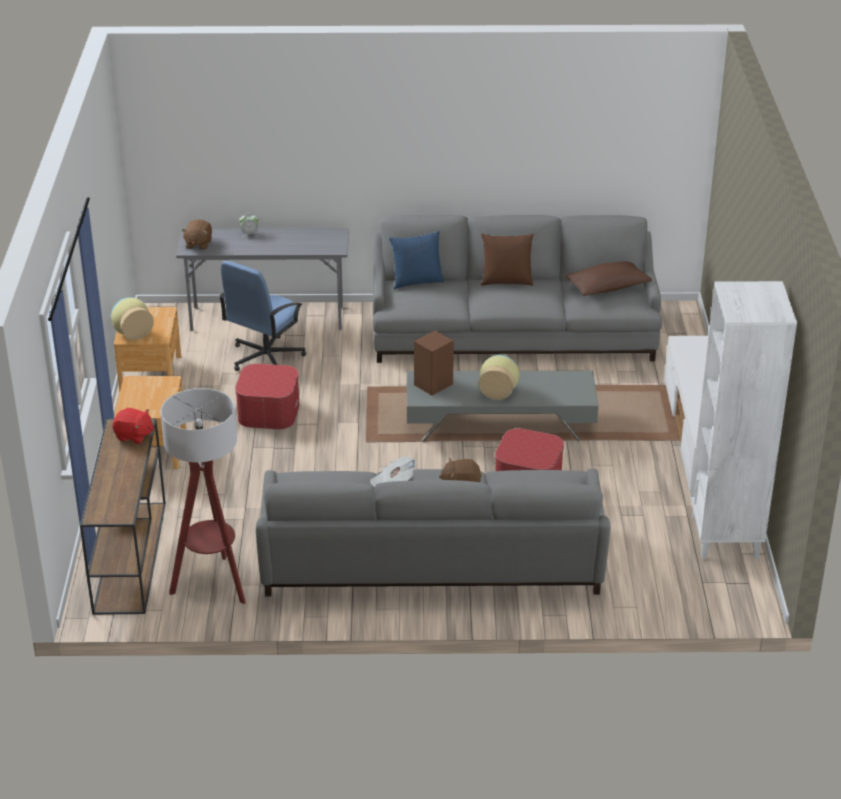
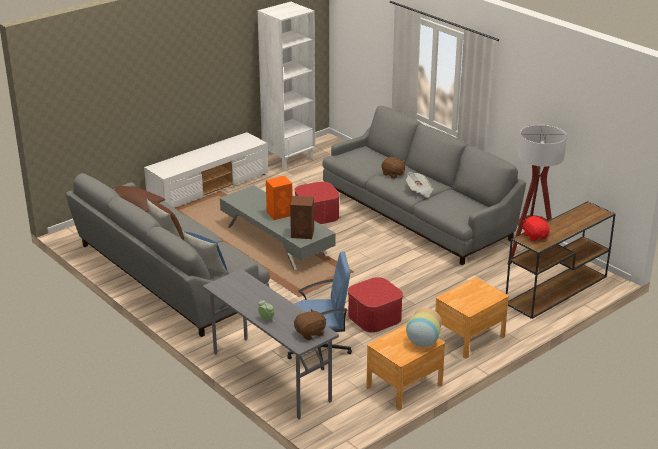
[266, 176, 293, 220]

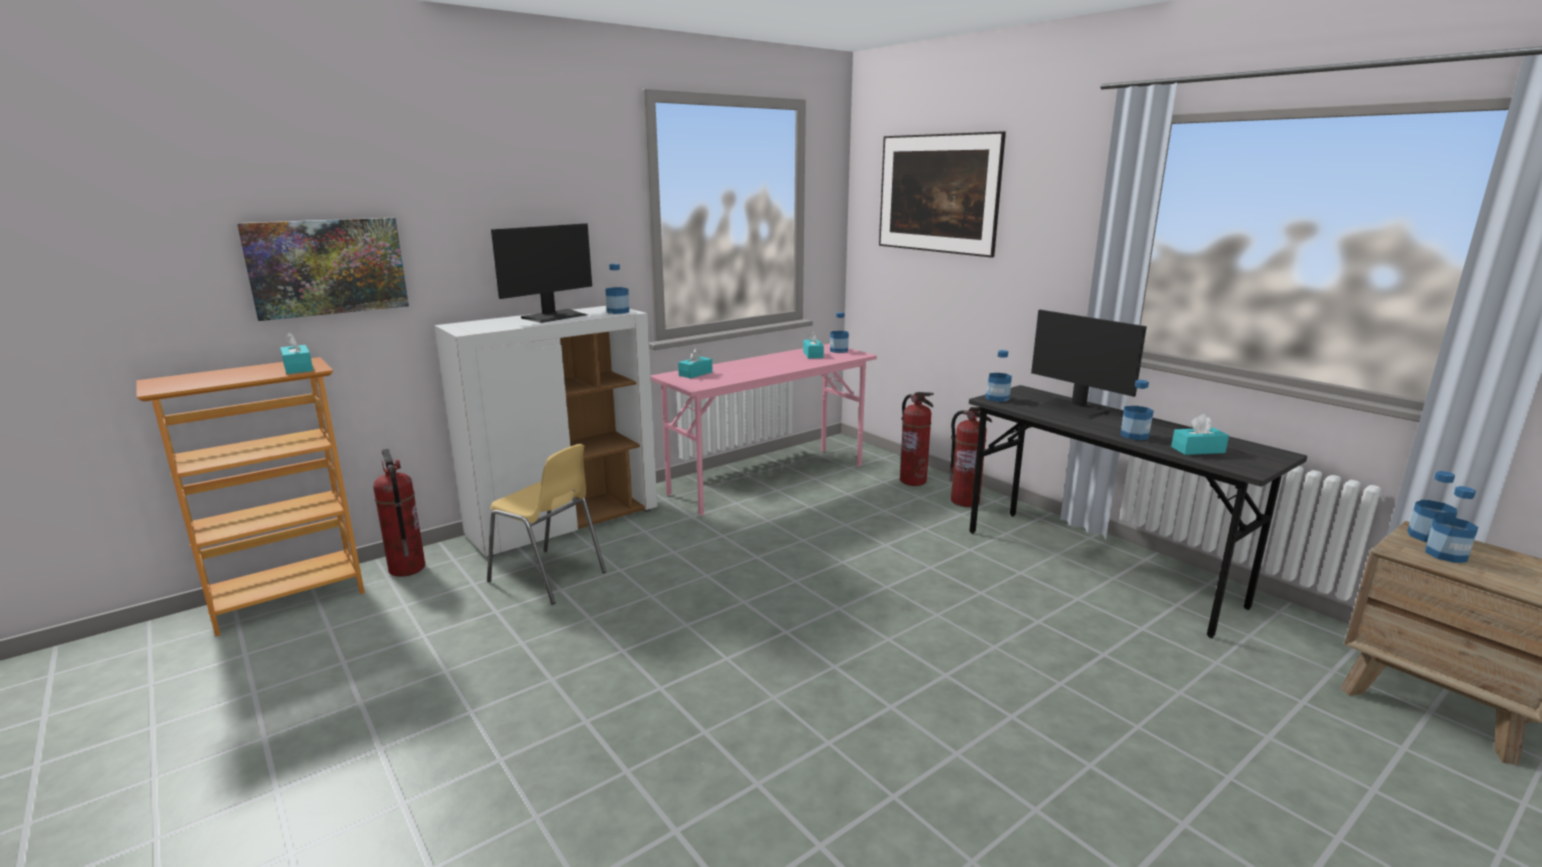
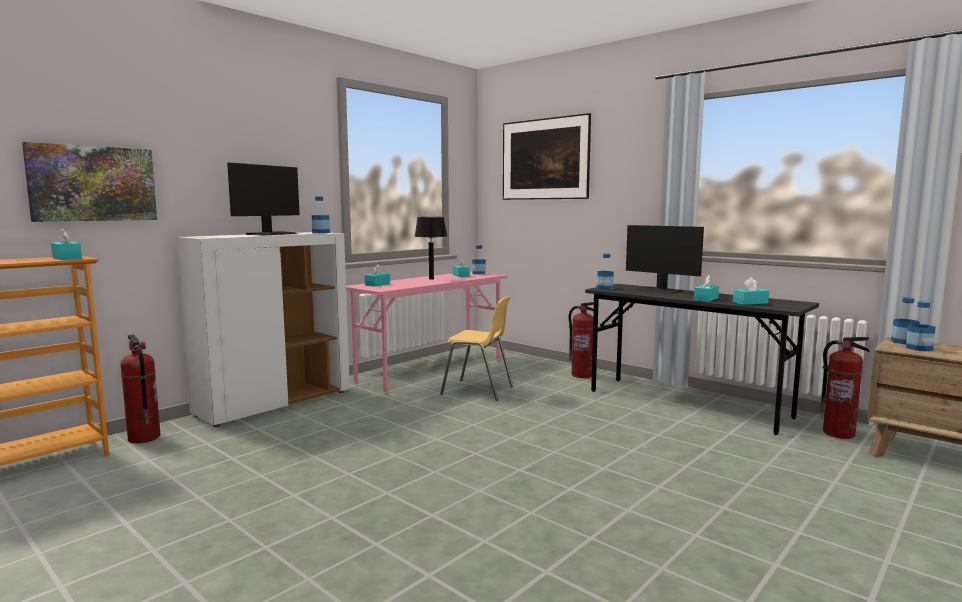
[694, 275, 719, 302]
[820, 337, 870, 439]
[440, 297, 513, 401]
[415, 217, 447, 280]

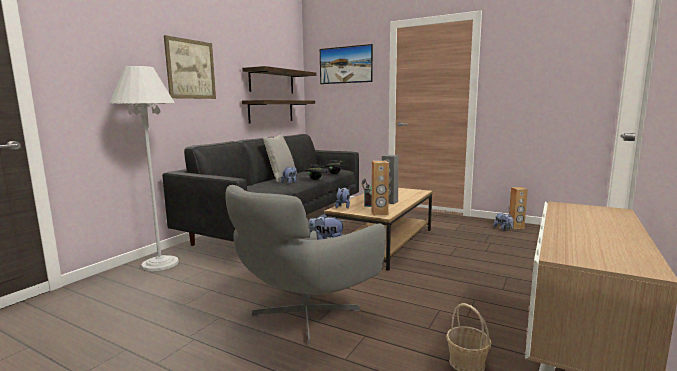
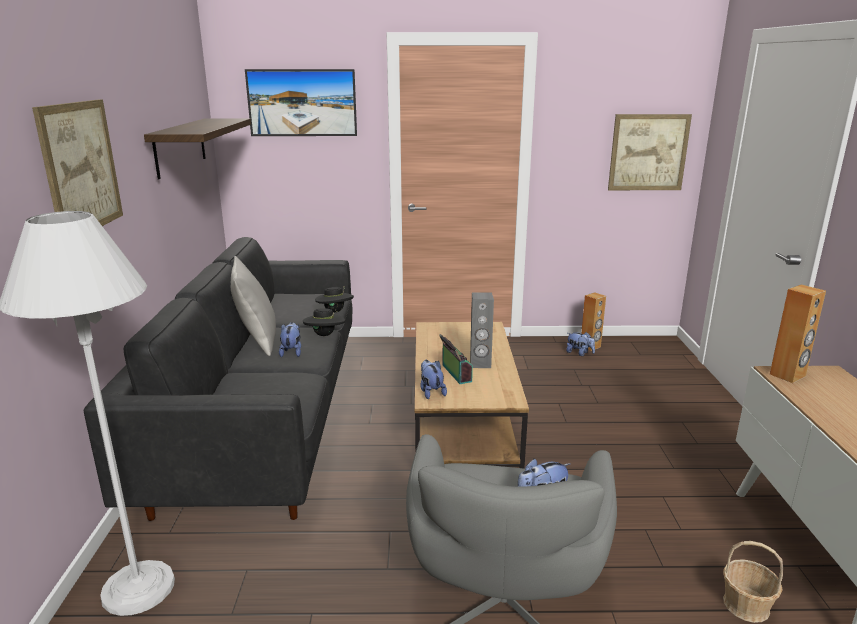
[242, 100, 315, 123] (first image)
[770, 285, 826, 383]
[608, 114, 692, 190]

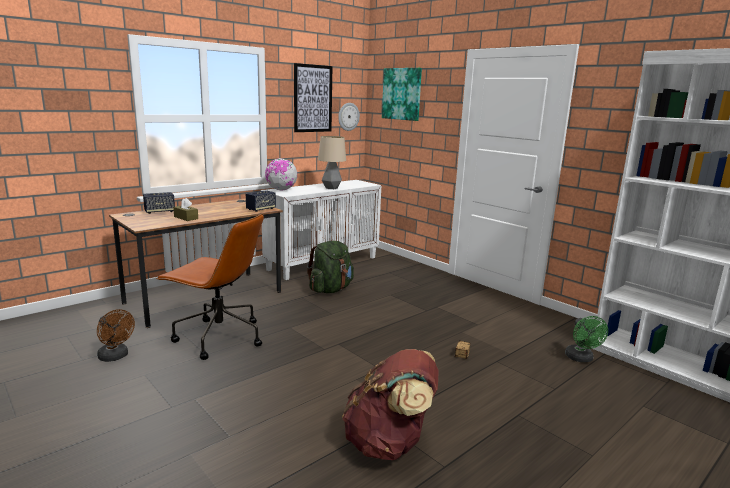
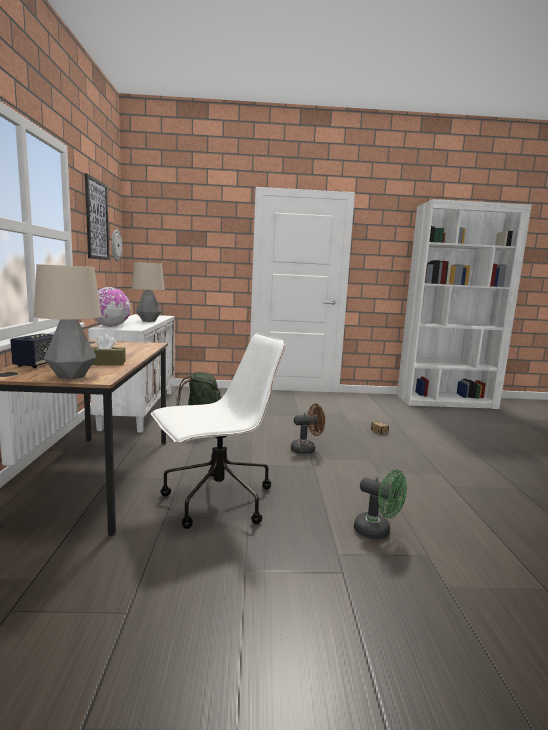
[382, 68, 422, 121] (first image)
[246, 190, 276, 212] (first image)
[151, 333, 286, 529]
[291, 404, 325, 454]
[354, 470, 407, 539]
[342, 349, 438, 460] (first image)
[34, 264, 102, 379]

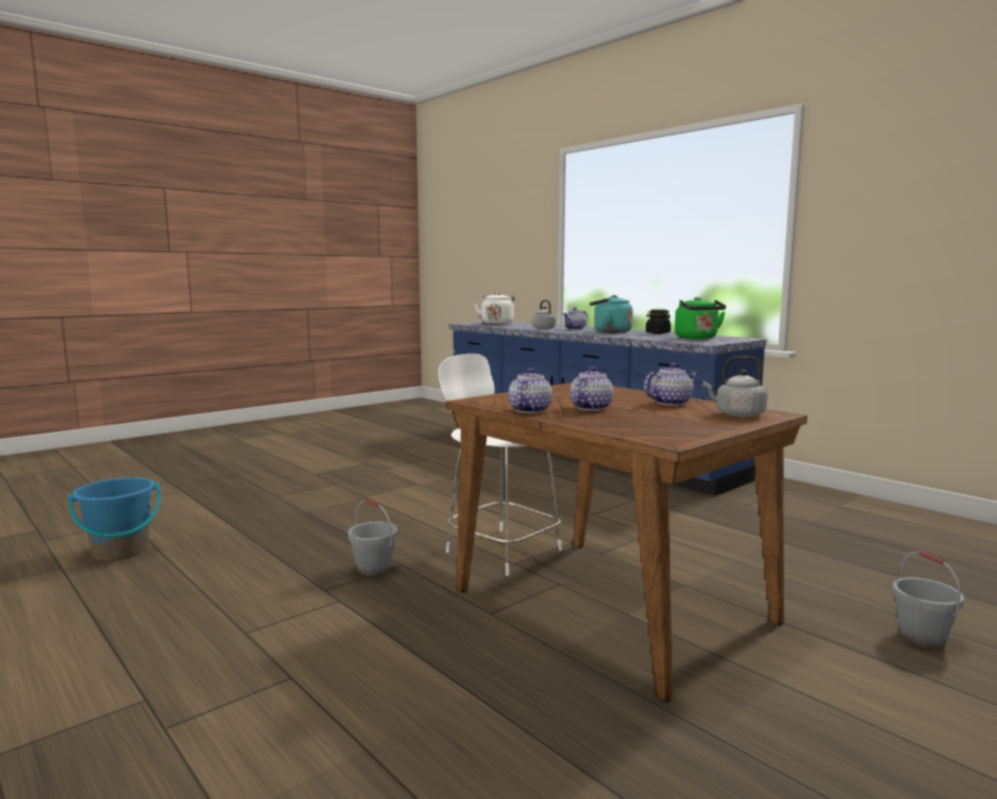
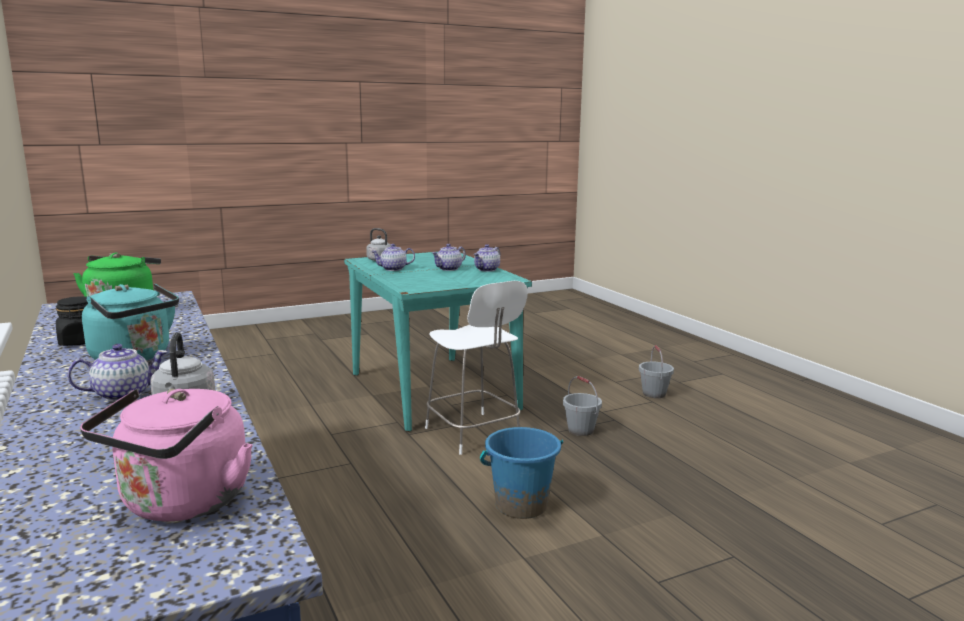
[80, 388, 253, 522]
[344, 252, 532, 432]
[480, 427, 563, 519]
[639, 345, 674, 398]

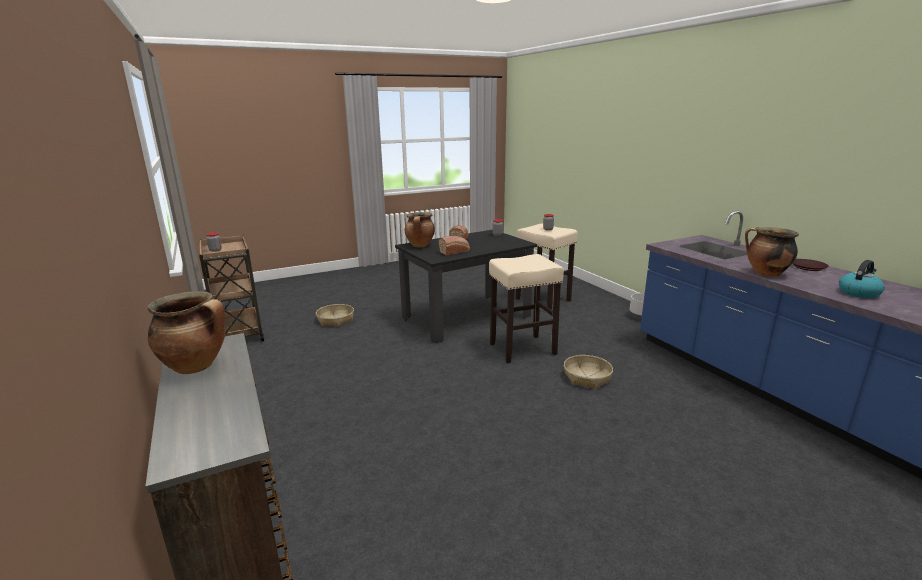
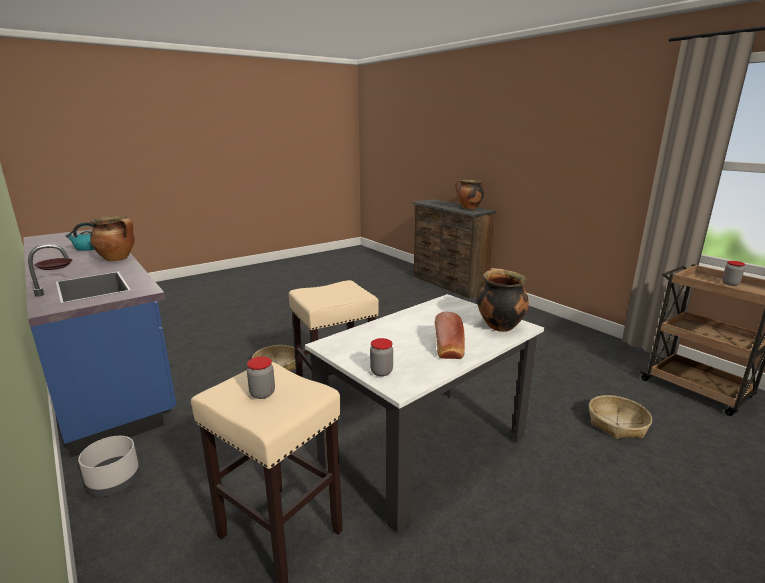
[305, 294, 544, 533]
[439, 236, 470, 255] (first image)

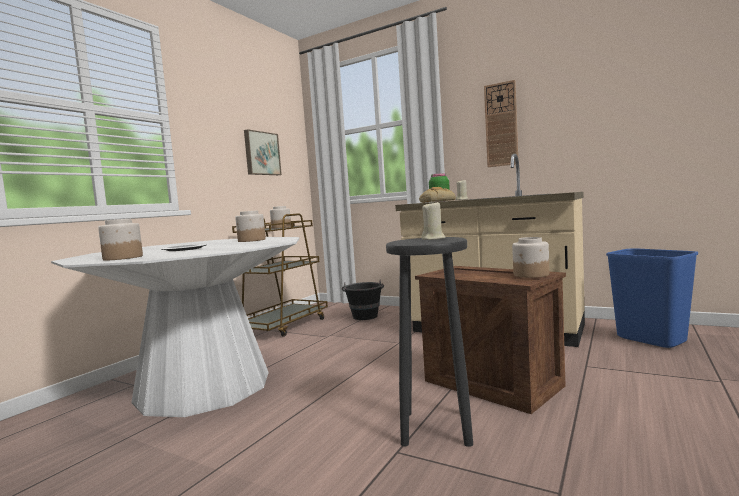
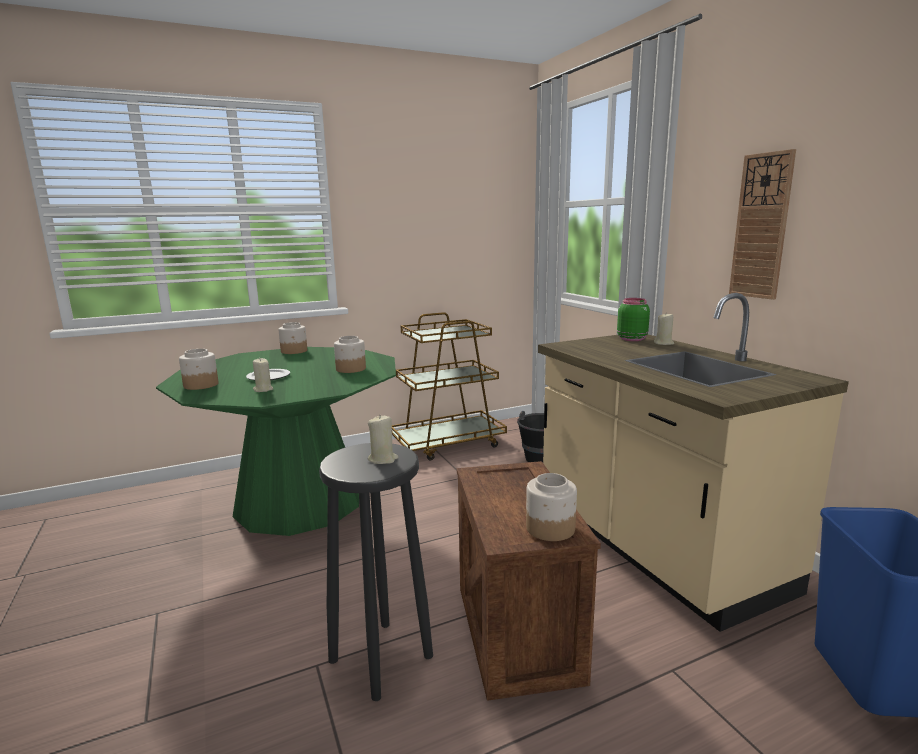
[244, 129, 282, 175] (first image)
[419, 187, 456, 203] (first image)
[278, 322, 307, 354]
[156, 347, 396, 536]
[253, 358, 273, 392]

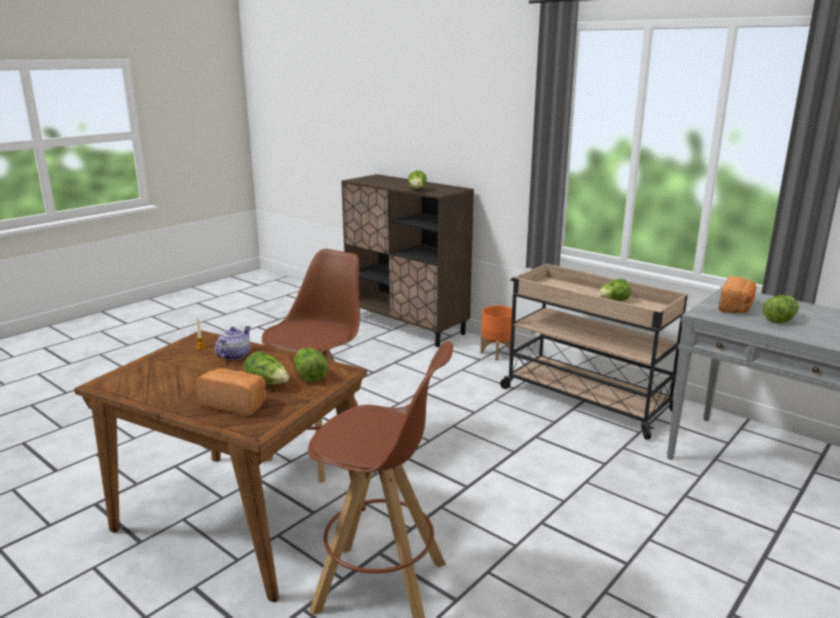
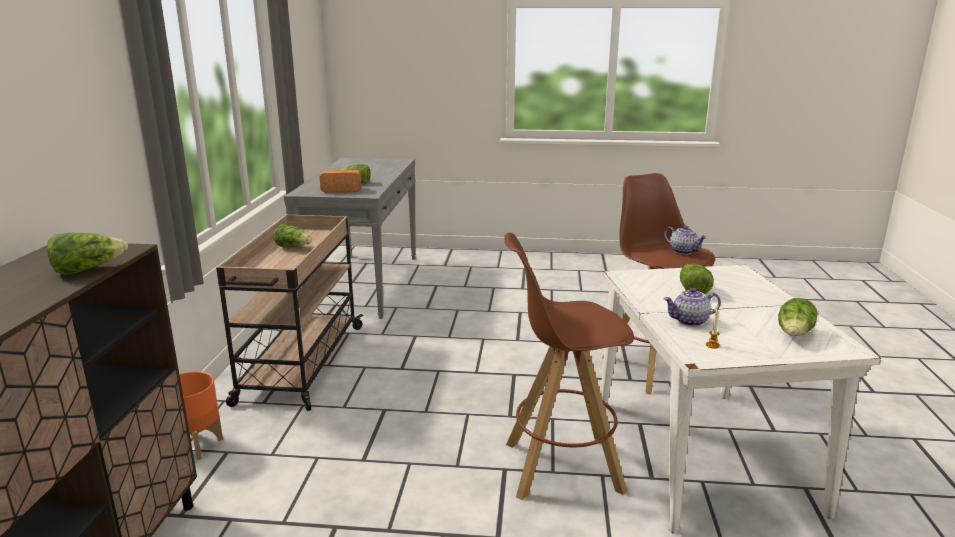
[601, 265, 881, 534]
[778, 298, 818, 336]
[195, 368, 267, 416] (first image)
[664, 226, 707, 255]

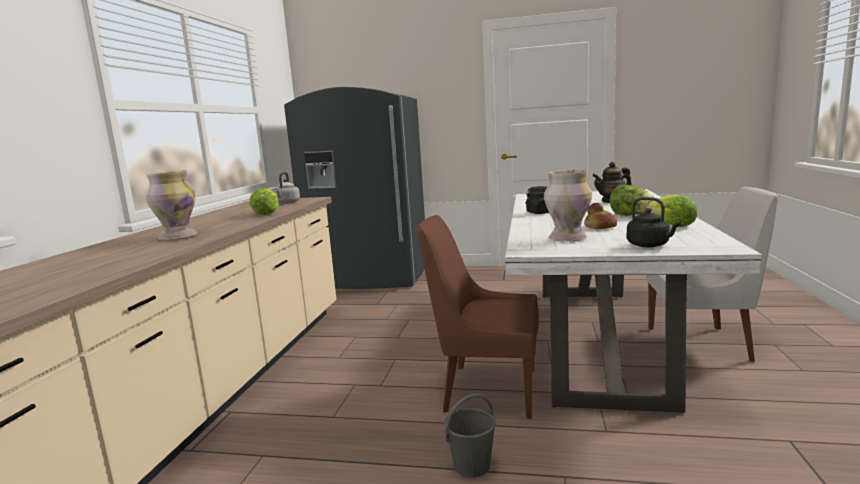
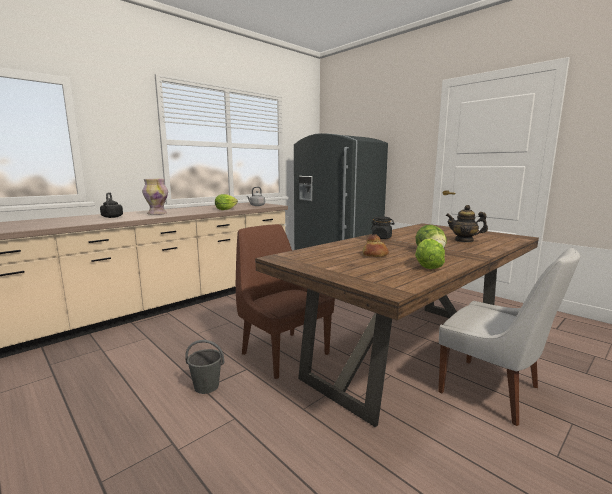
[544, 170, 592, 242] (first image)
[255, 223, 539, 427]
[100, 192, 123, 218]

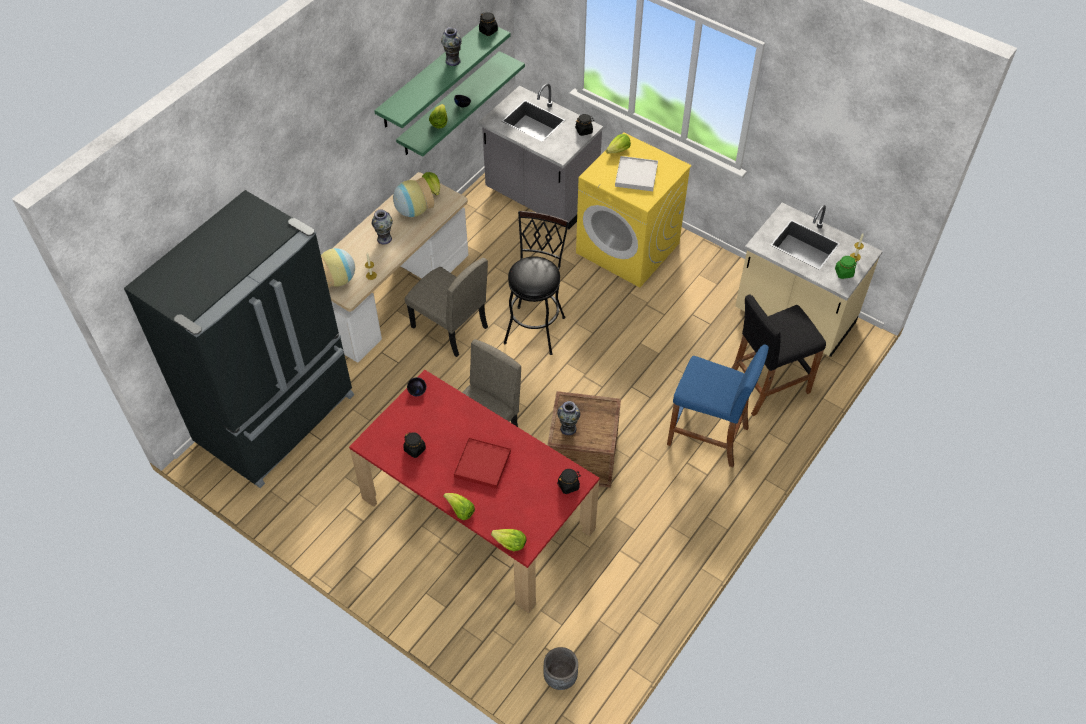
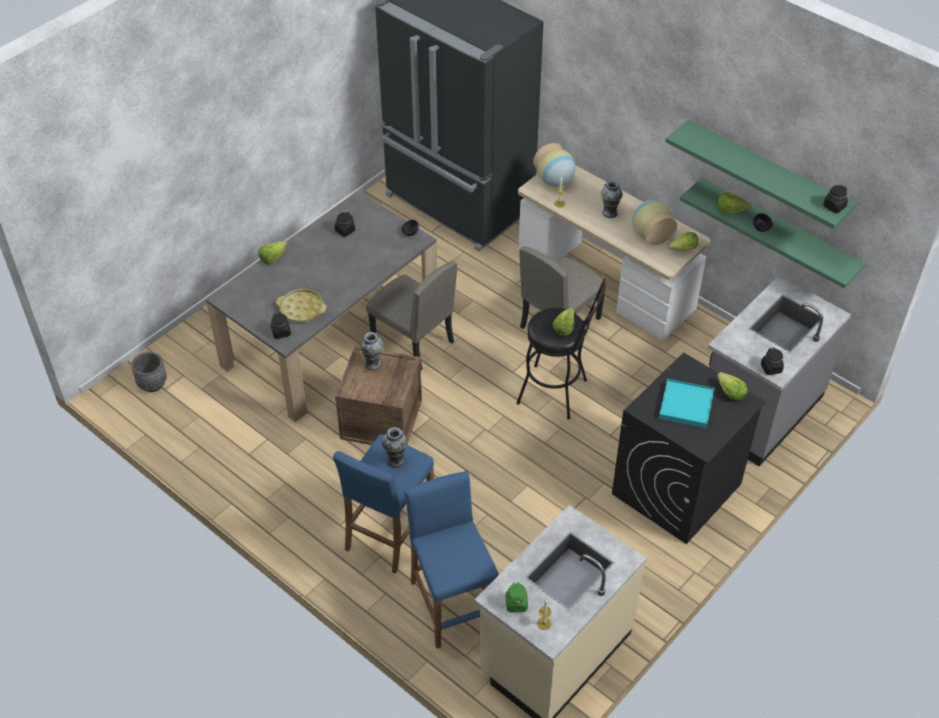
[382, 427, 408, 468]
[612, 352, 766, 544]
[659, 379, 714, 428]
[404, 471, 499, 649]
[206, 191, 437, 422]
[454, 438, 511, 489] (first image)
[552, 308, 574, 336]
[276, 289, 327, 323]

